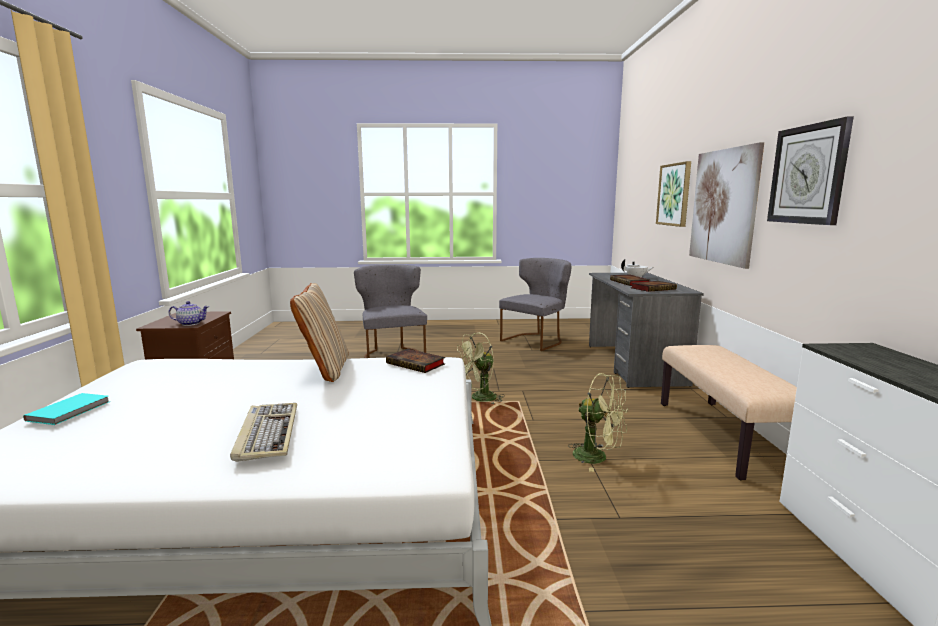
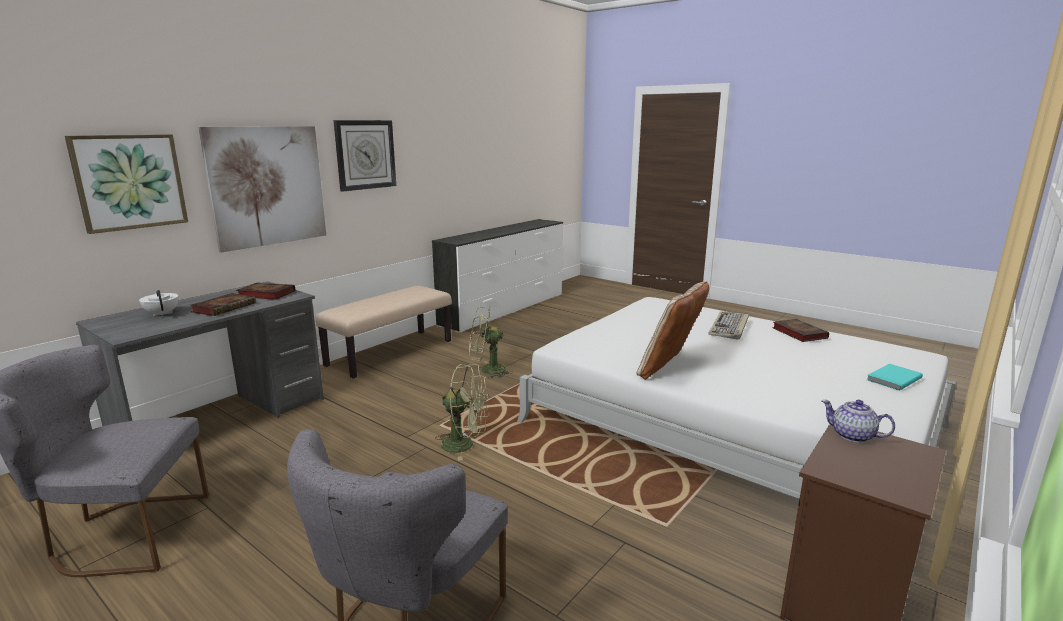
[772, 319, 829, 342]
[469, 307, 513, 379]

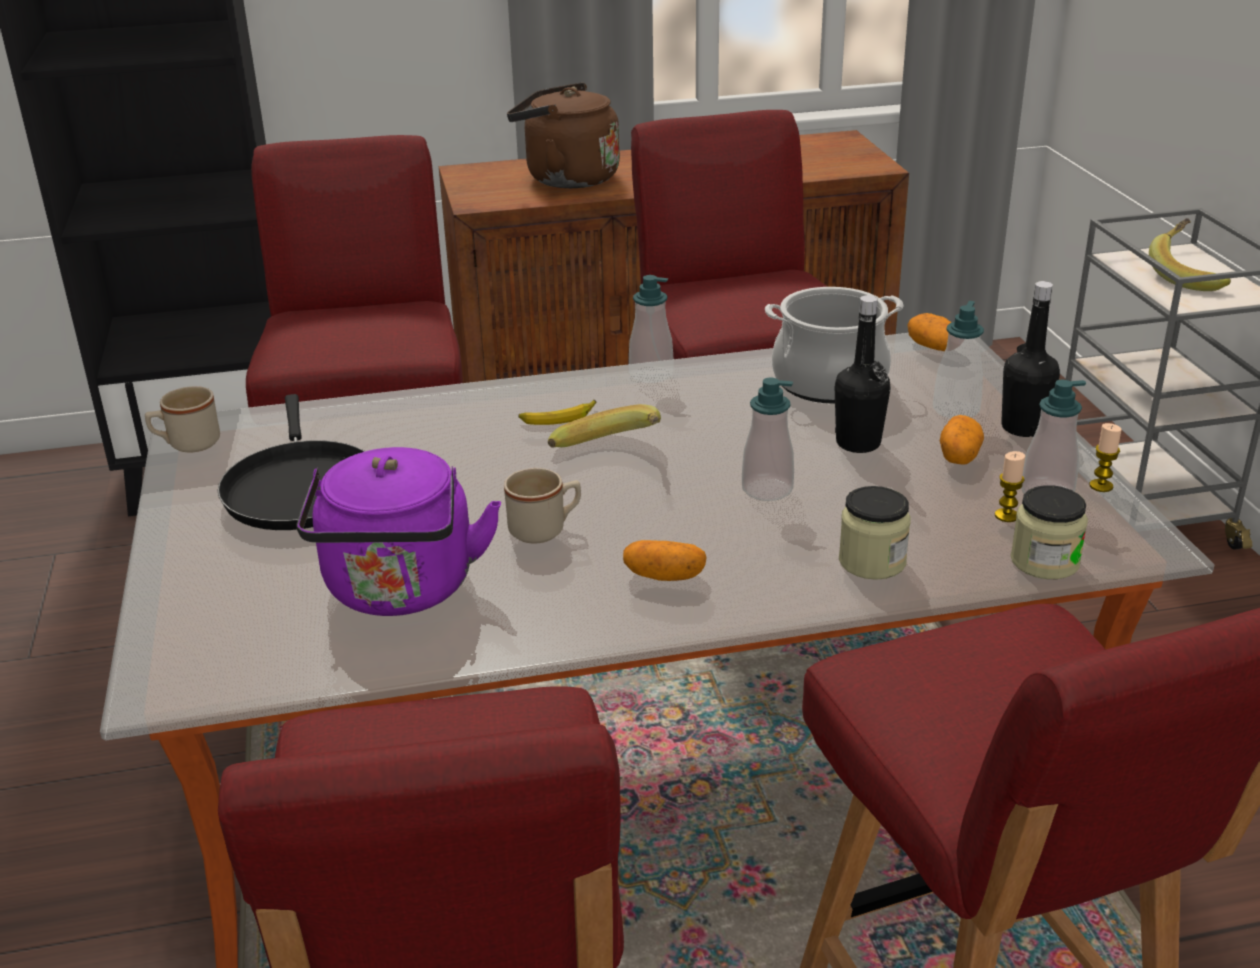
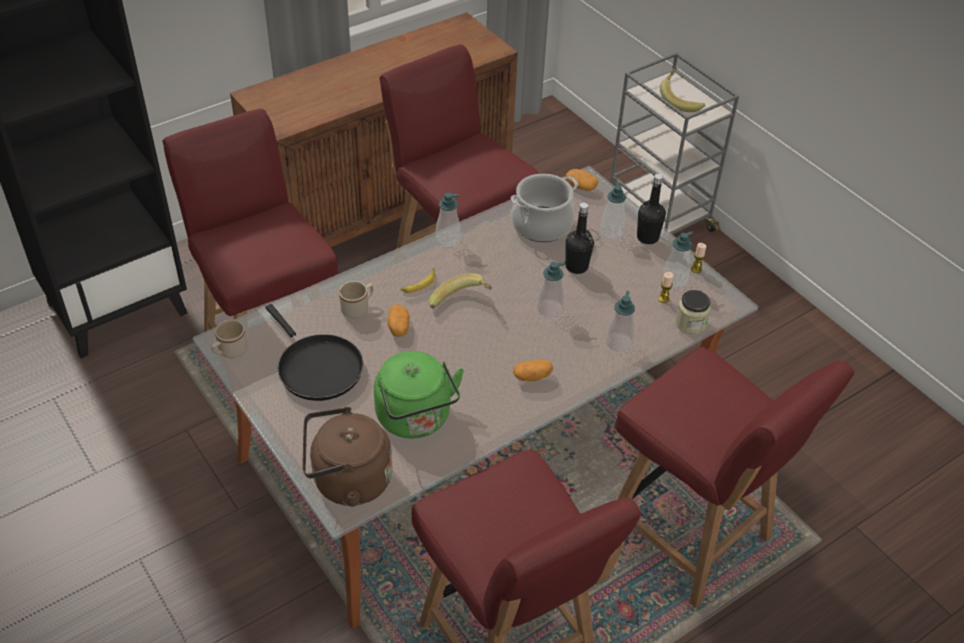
[302, 407, 392, 507]
[387, 305, 410, 337]
[374, 351, 464, 439]
[339, 281, 373, 319]
[606, 291, 635, 352]

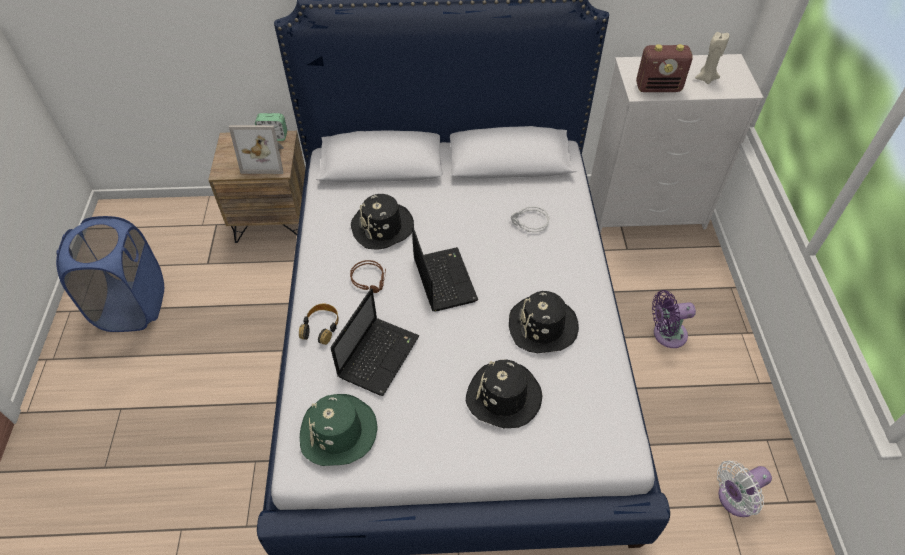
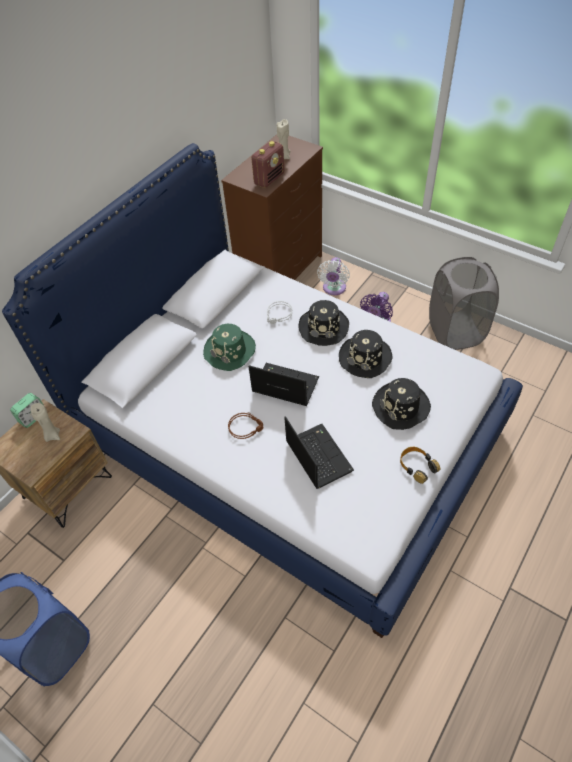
[221, 134, 323, 280]
[31, 403, 60, 442]
[298, 300, 349, 346]
[400, 447, 440, 484]
[203, 324, 256, 371]
[317, 257, 350, 295]
[429, 257, 499, 350]

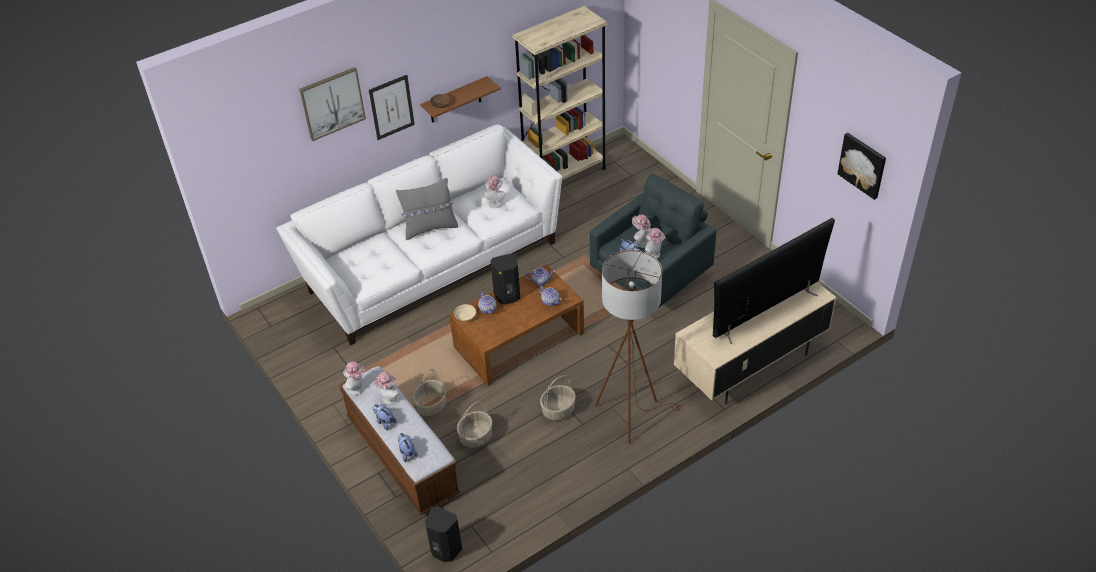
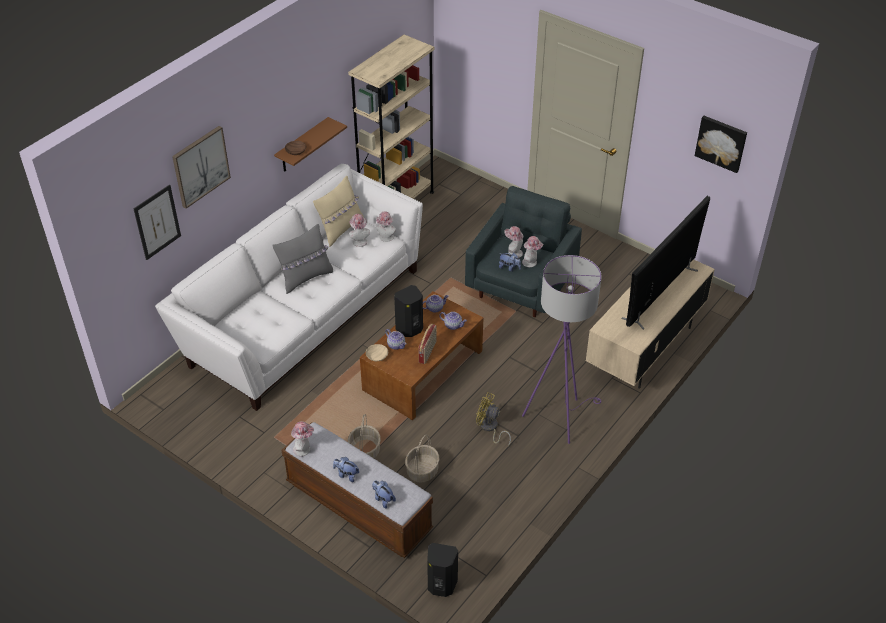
[133, 184, 181, 260]
[522, 255, 602, 444]
[376, 211, 396, 242]
[476, 392, 511, 447]
[313, 176, 364, 247]
[419, 324, 437, 364]

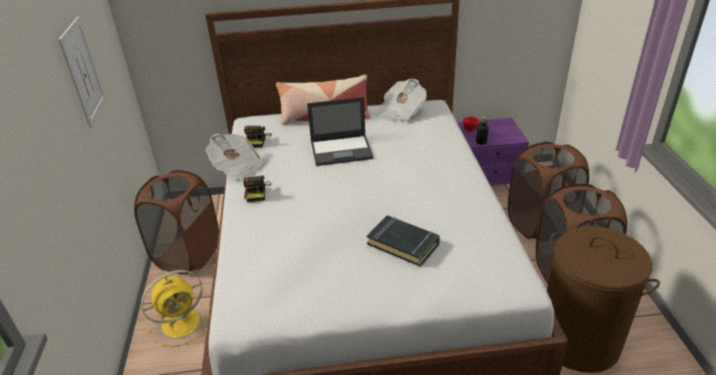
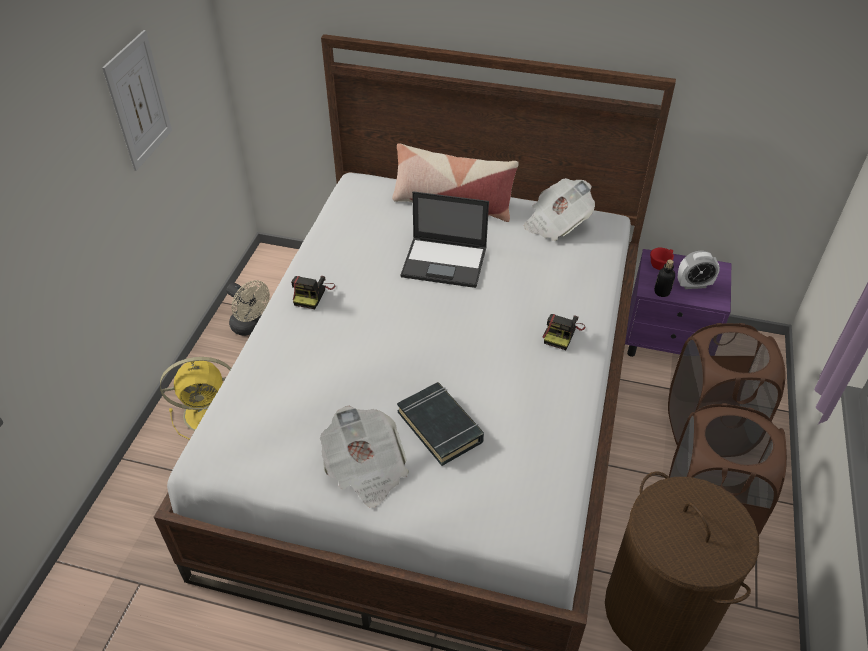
[543, 314, 585, 350]
[320, 406, 409, 507]
[226, 280, 270, 336]
[678, 250, 720, 289]

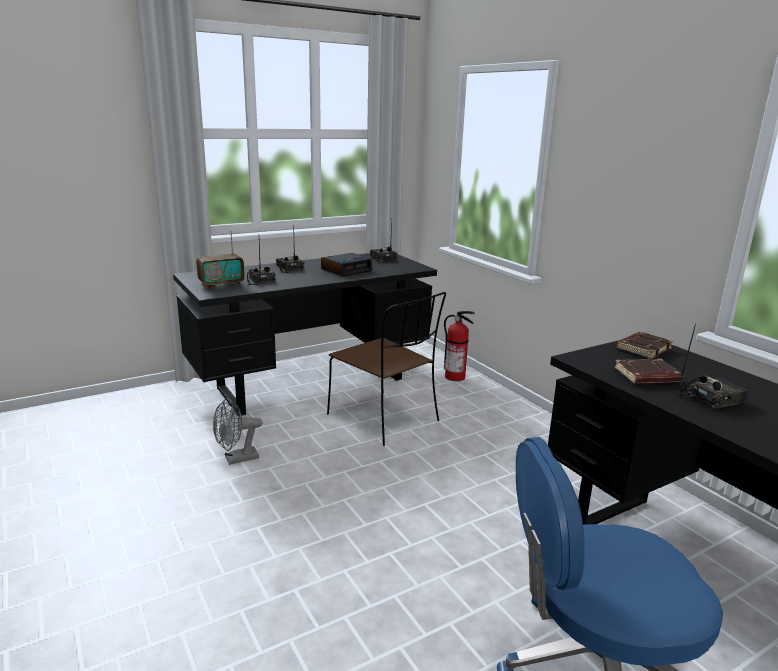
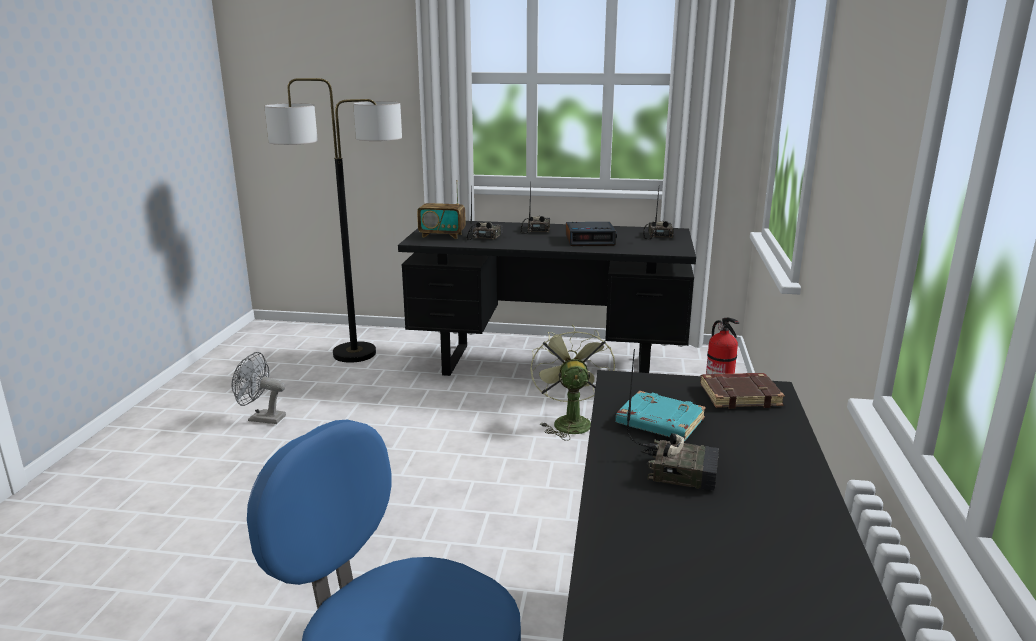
[530, 324, 615, 440]
[616, 391, 706, 441]
[231, 352, 286, 424]
[264, 78, 402, 363]

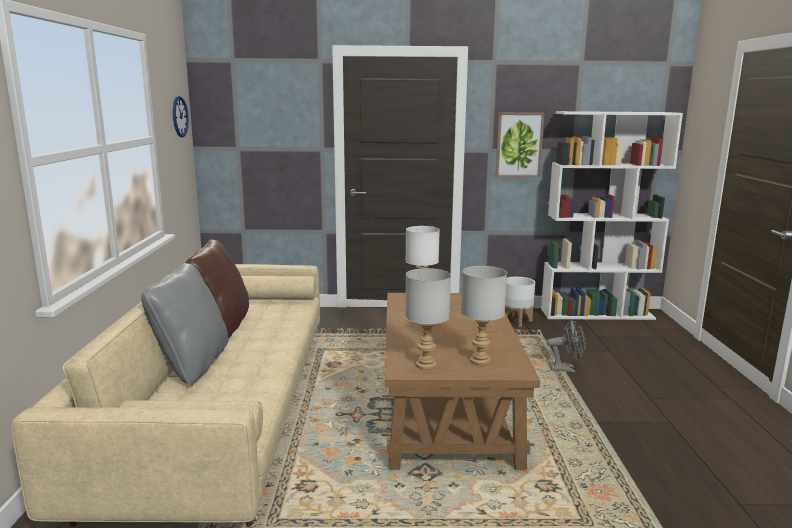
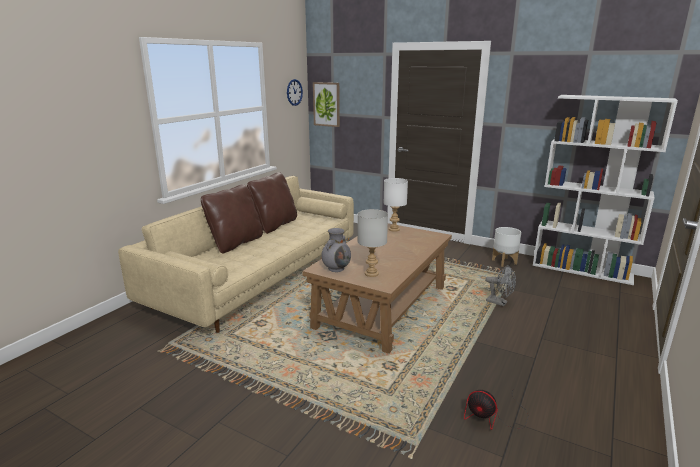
[313, 82, 340, 127]
[201, 184, 263, 254]
[321, 228, 351, 272]
[464, 388, 528, 430]

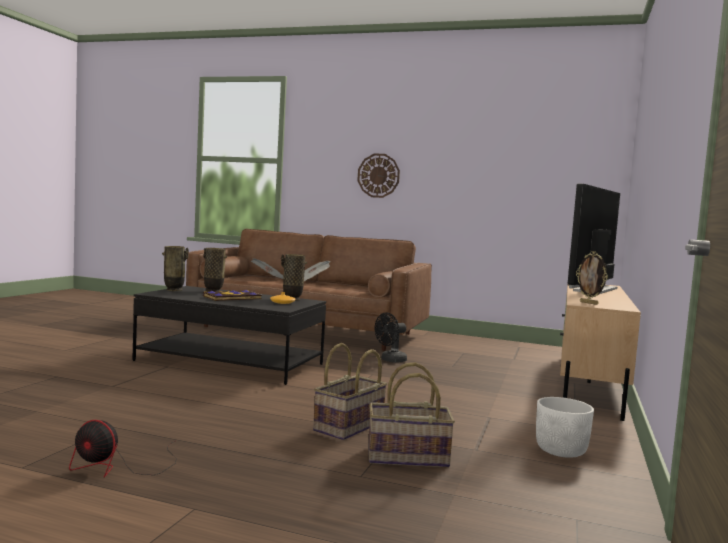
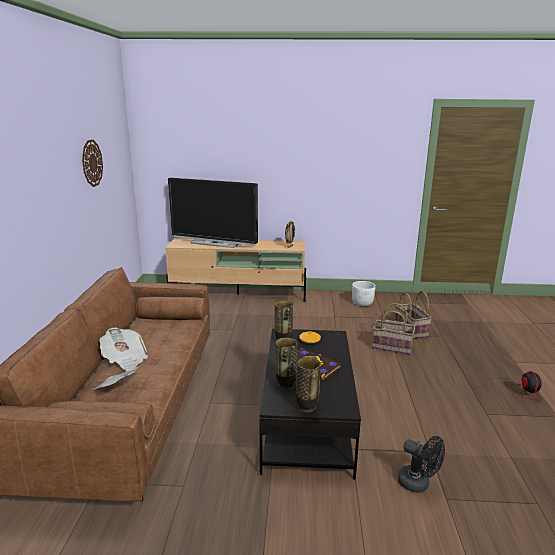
[82, 139, 103, 187]
[398, 436, 445, 493]

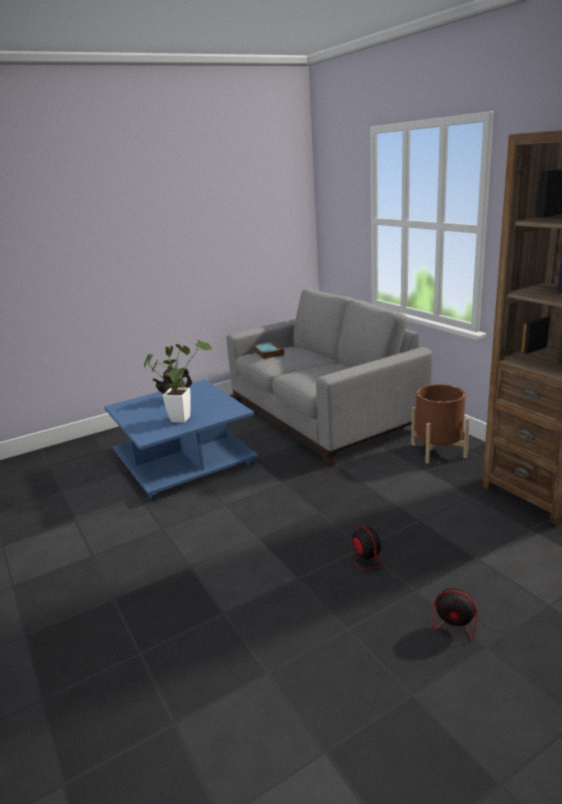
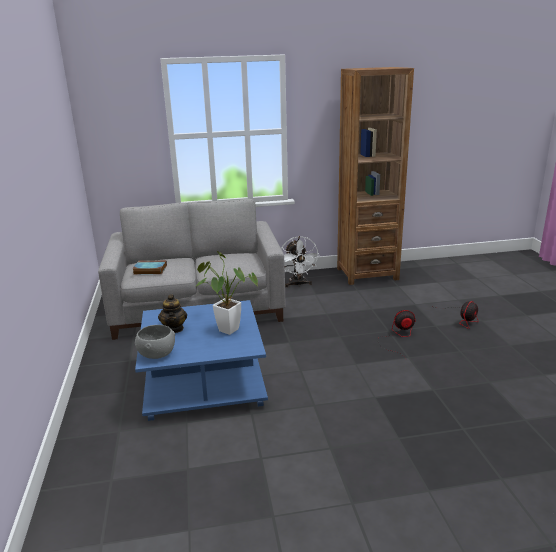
[281, 236, 320, 287]
[135, 325, 175, 359]

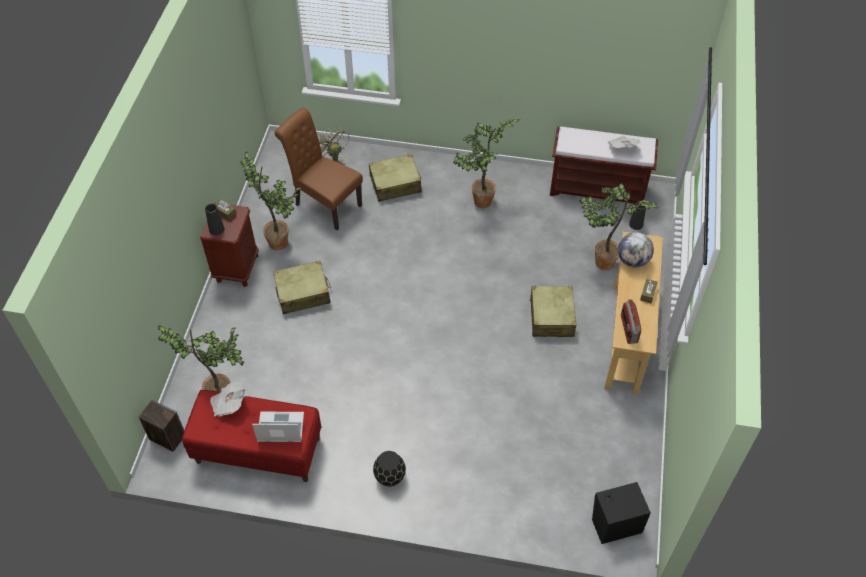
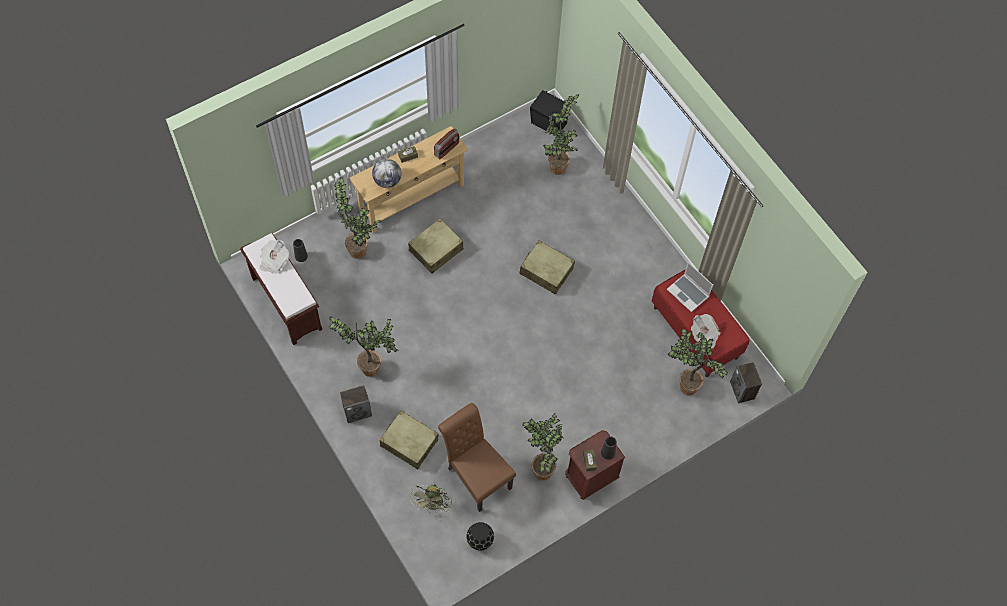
[438, 403, 516, 512]
[519, 241, 575, 295]
[467, 522, 494, 551]
[543, 94, 579, 175]
[340, 385, 372, 423]

